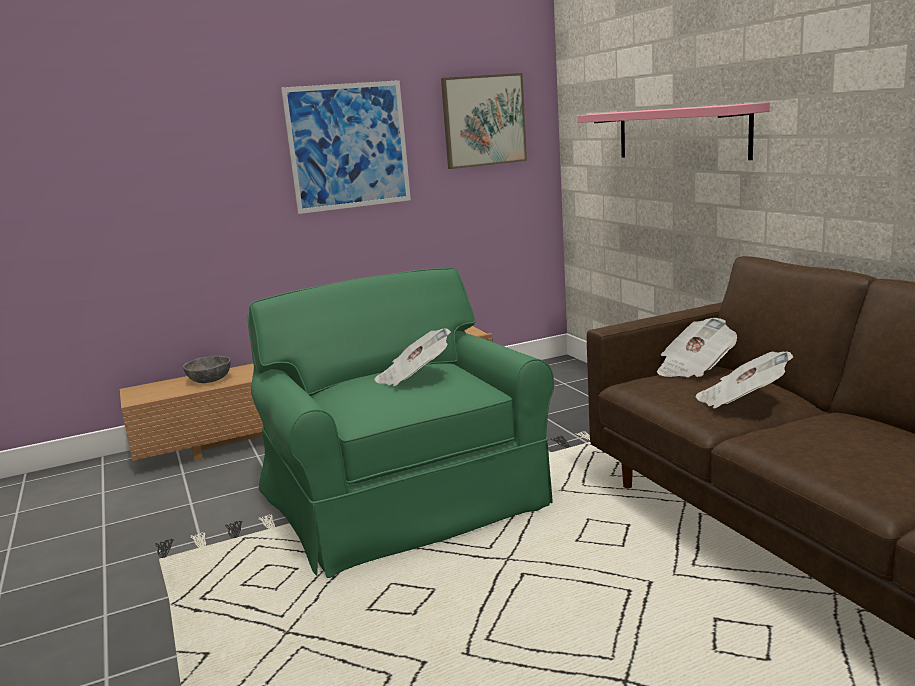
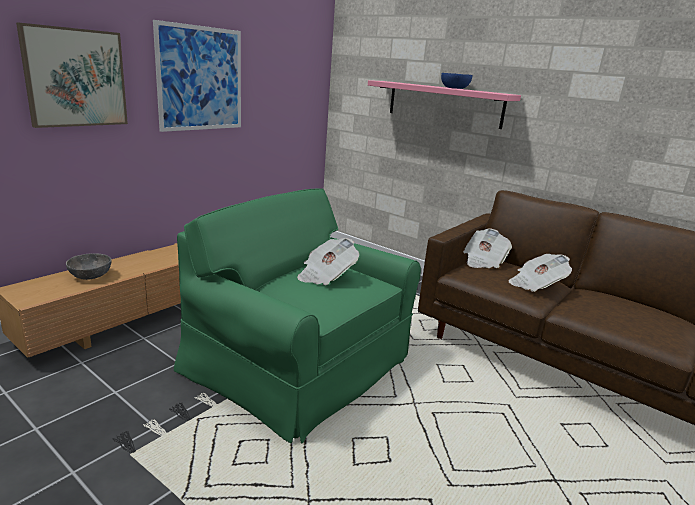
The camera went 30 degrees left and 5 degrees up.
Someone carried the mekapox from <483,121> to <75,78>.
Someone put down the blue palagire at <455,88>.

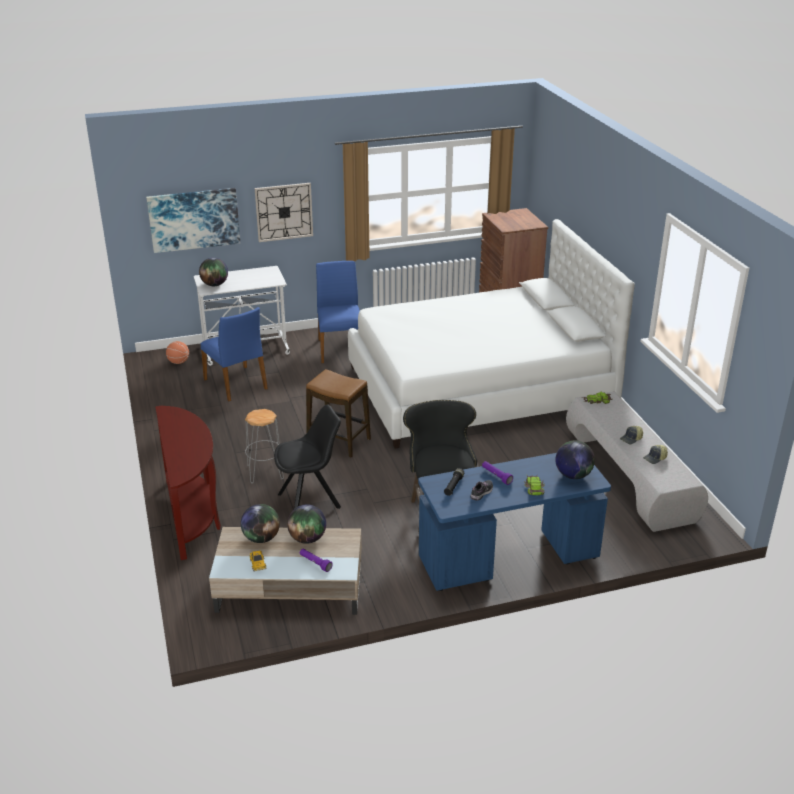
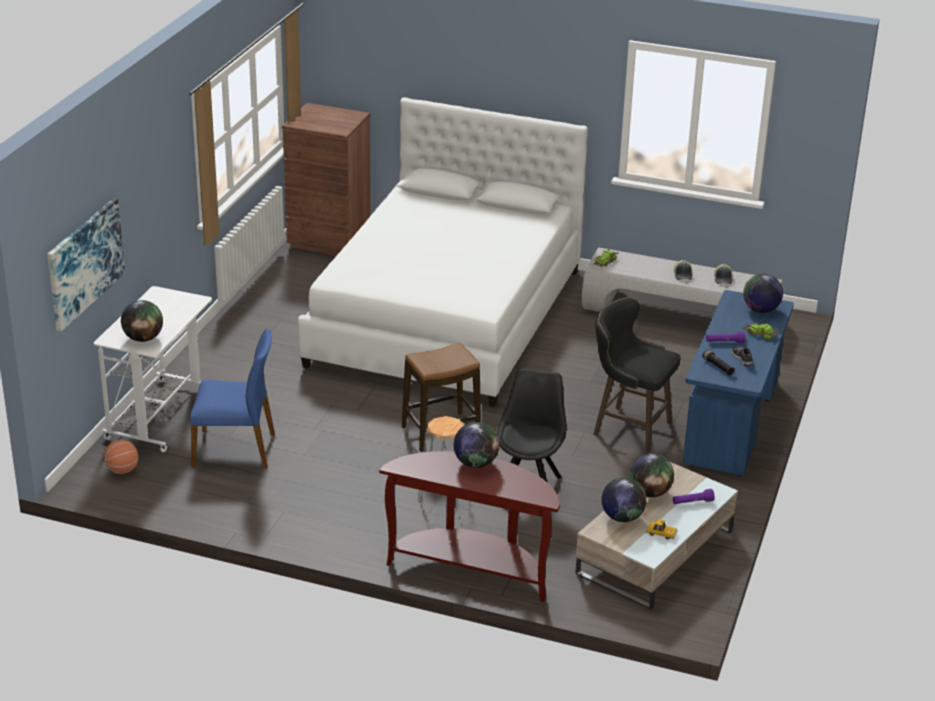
The camera went 55 degrees left and 0 degrees up.
Someone took away the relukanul at <284,212>.
Someone took away the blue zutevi at <340,349>.
Someone put down the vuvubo at <475,463>.

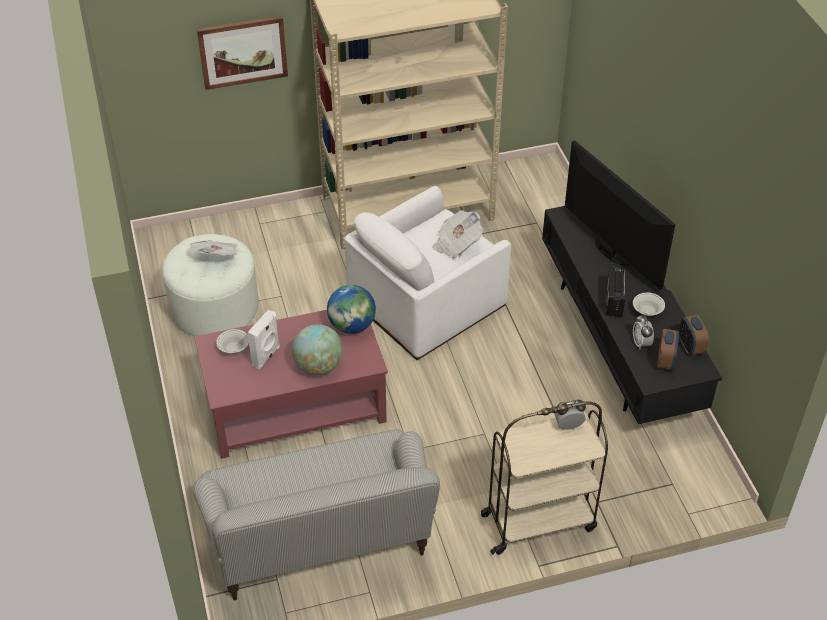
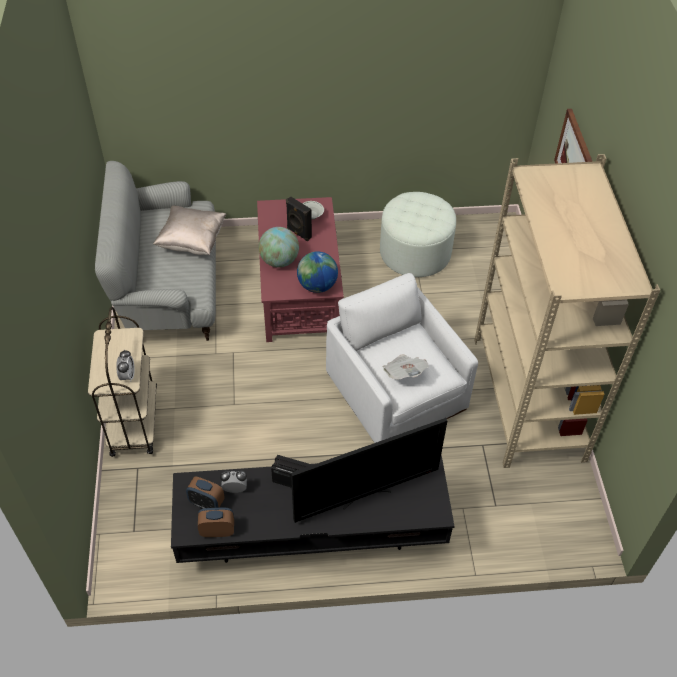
The camera went 100 degrees right and 5 degrees up.
Someone took away the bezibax at <218,257>.
Someone repainted the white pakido at <267,356>, which became the black pakido at <298,233>.
Someone took away the white palagire at <647,312>.
Someone put down the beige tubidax at <192,241>.

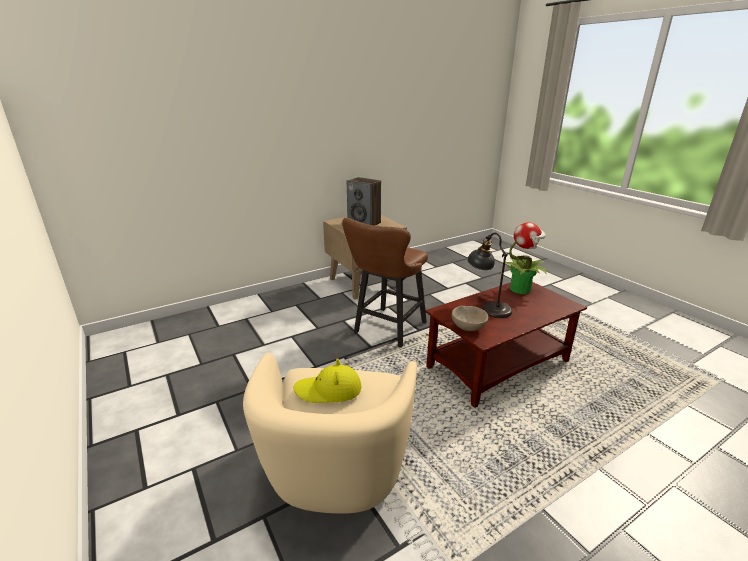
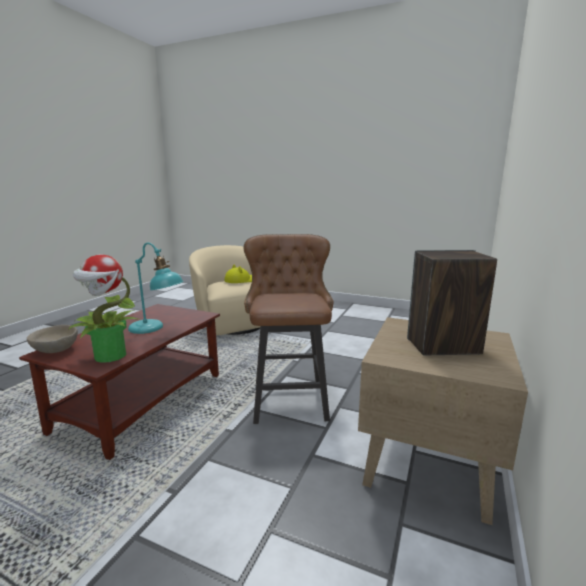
The camera went 145 degrees right and 10 degrees down.
Someone carried the beige palagire from <468,327> to <55,350>.
Someone repainted the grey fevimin at <487,305>, which became the turquoise fevimin at <157,329>.

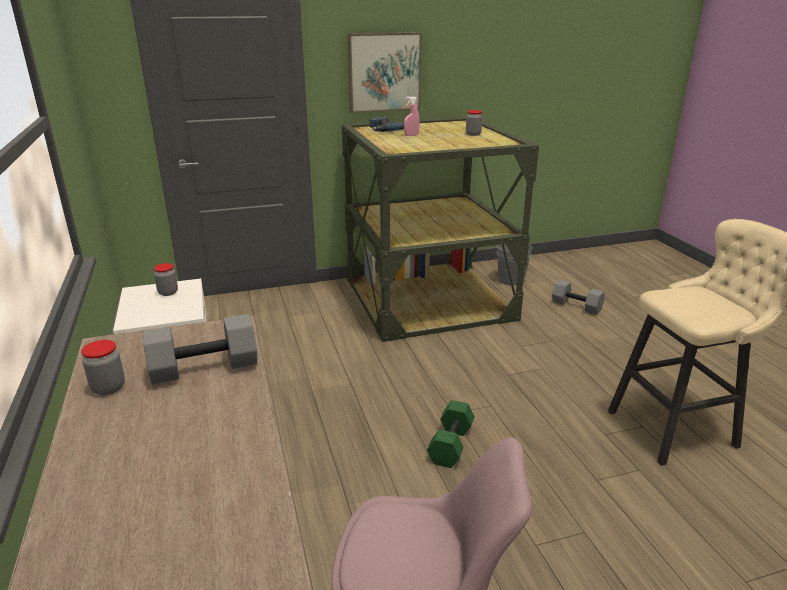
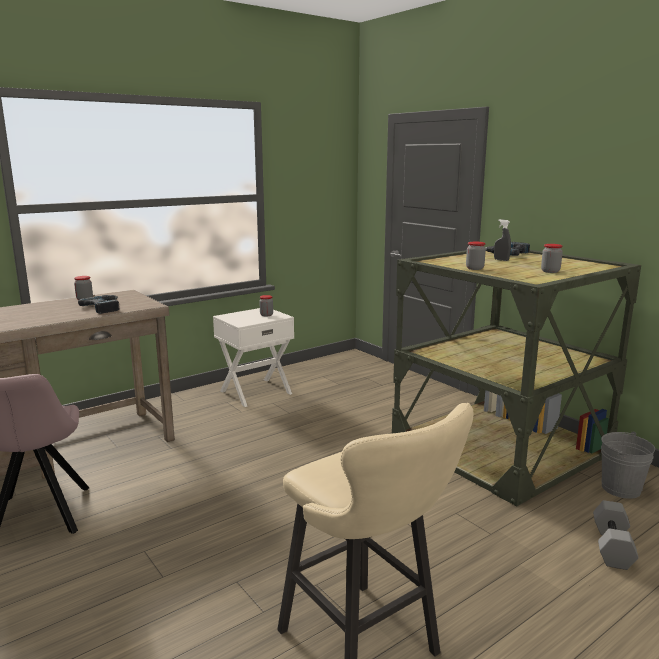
The camera went 70 degrees right and 10 degrees down.
Someone swapped the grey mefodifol at <205,366> for the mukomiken at <105,307>.
Someone took away the mekapox at <384,72>.
Someone repainted the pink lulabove at <411,135>, which became the grey lulabove at <501,260>.
Someone took away the green mefodifol at <450,444>.
Someone put down the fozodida at <474,268>.

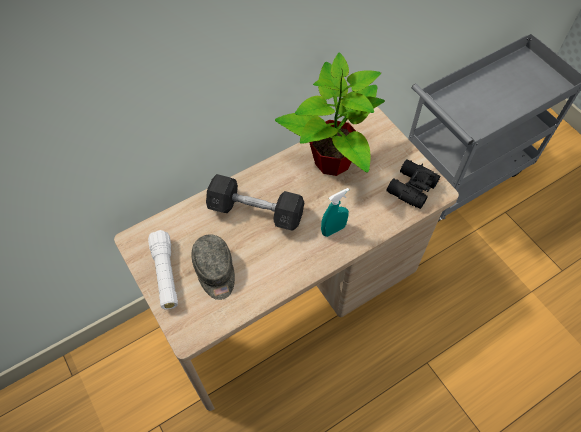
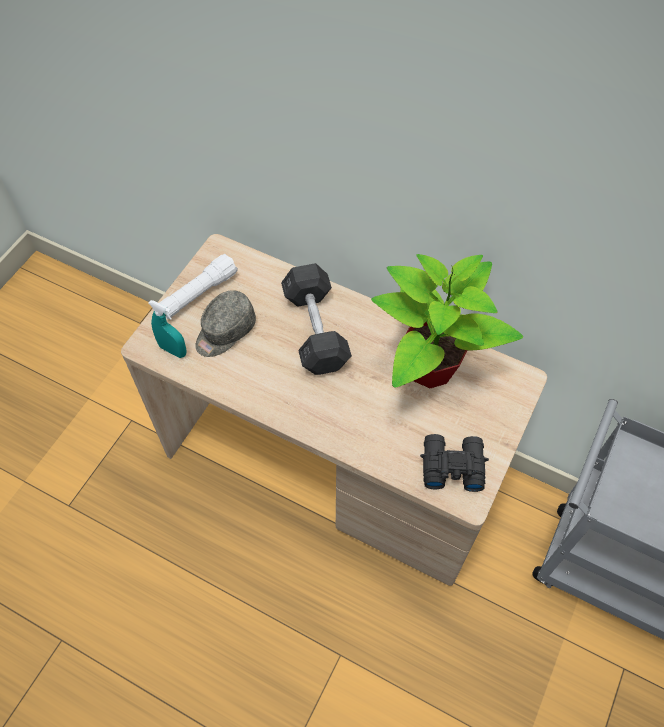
The camera went 60 degrees right and 0 degrees up.
Someone carried the turquoise lulabove from <333,229> to <173,350>.

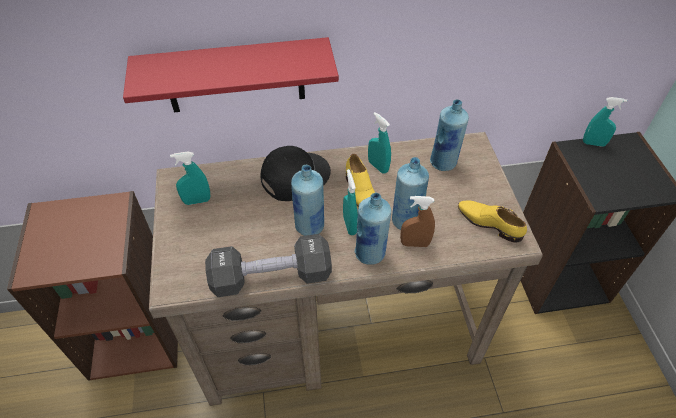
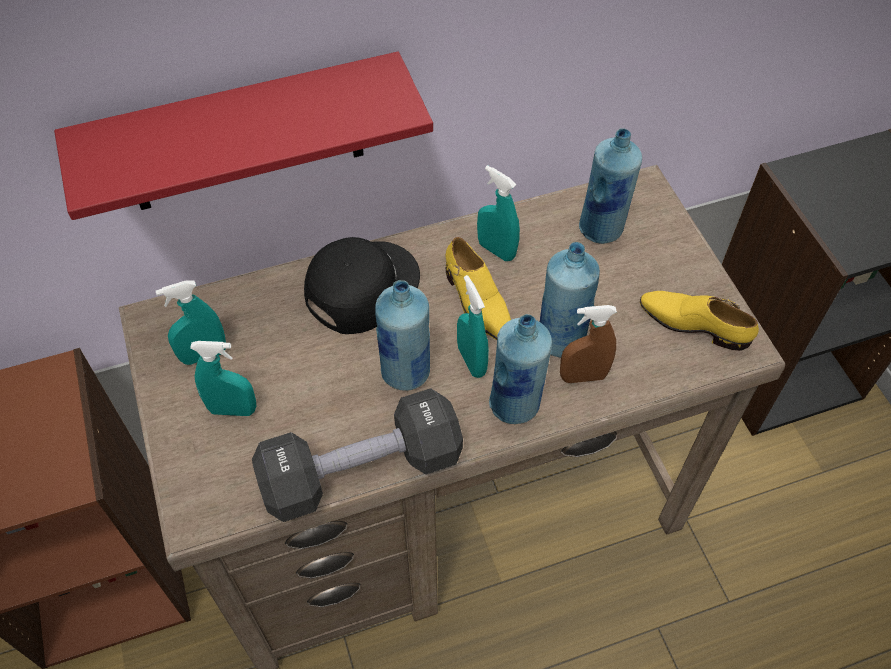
The camera went 10 degrees left and 5 degrees up.
Someone carried the turquoise lulabove from <593,143> to <233,410>.

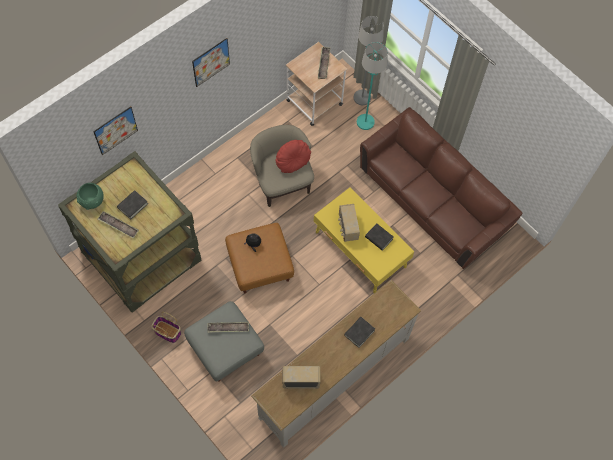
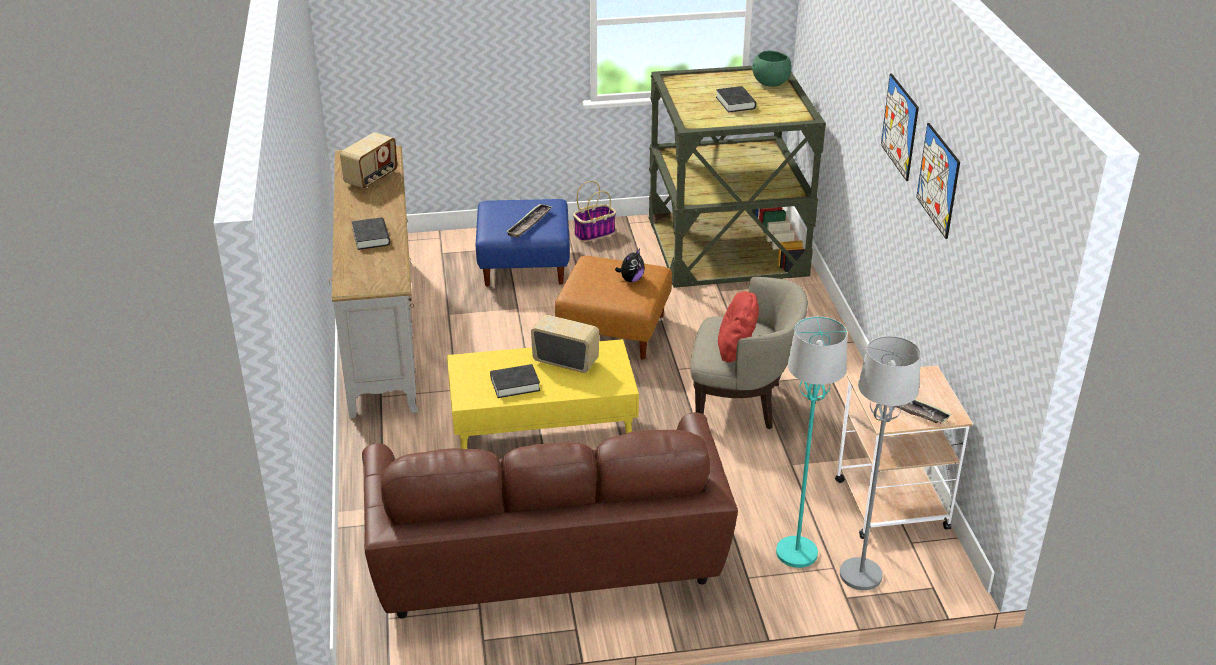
The camera went 125 degrees right and 30 degrees down.
Someone carried the mekapox from <115,130> to <938,180>.
Someone took away the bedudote at <118,226>.
Someone repainted the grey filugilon at <225,348>, which became the blue filugilon at <525,265>.

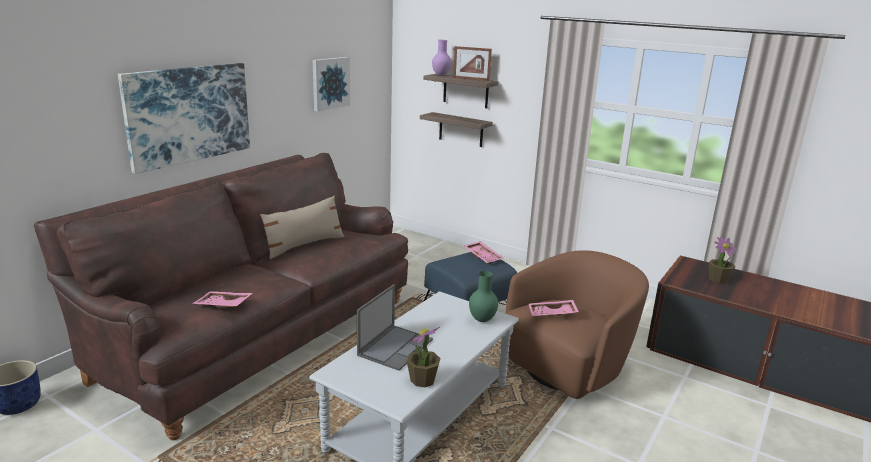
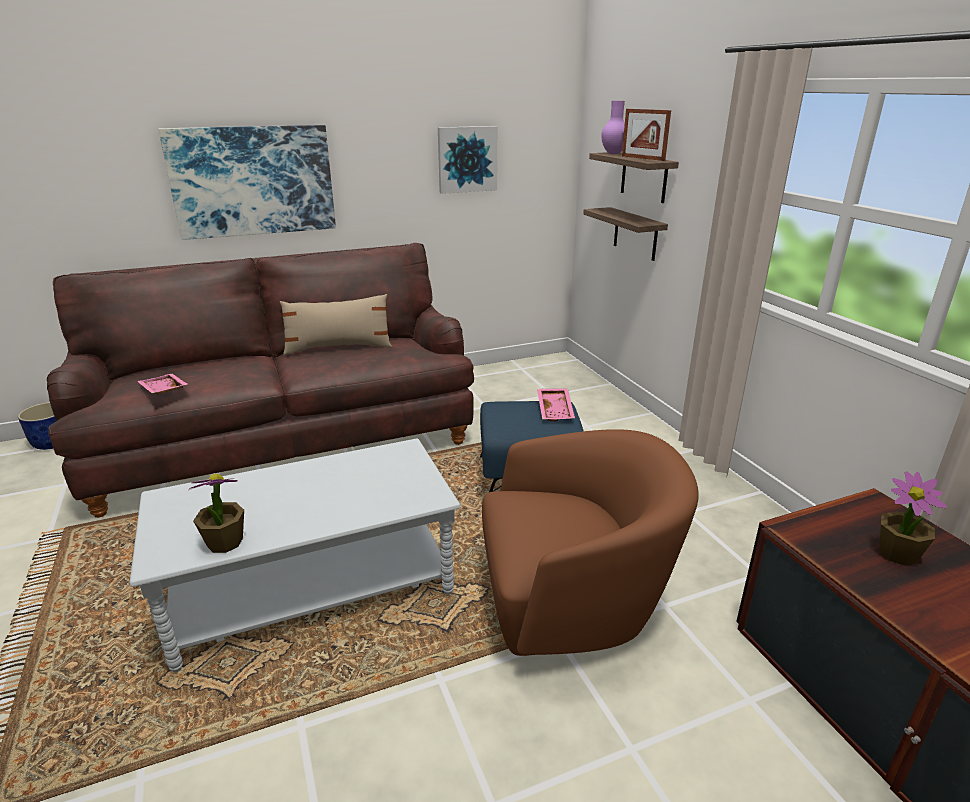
The camera went 35 degrees right and 5 degrees up.
Someone took away the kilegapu at <395,347>.
Someone took away the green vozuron at <482,319>.
Someone took away the pink bedudote at <552,314>.

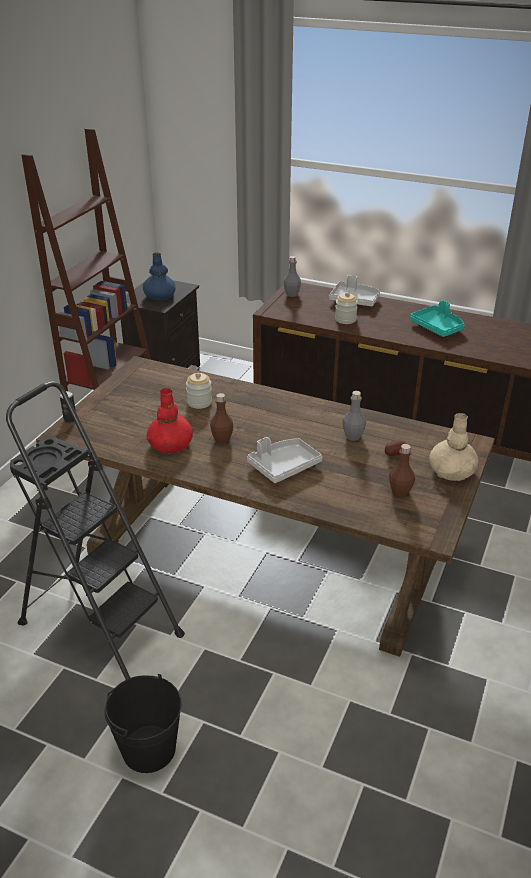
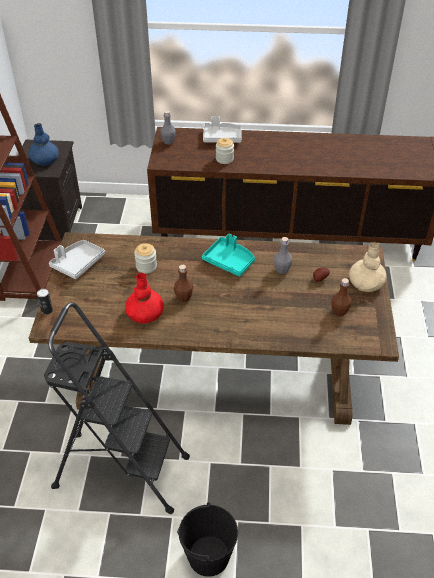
The camera went 20 degrees left and 10 degrees up.
Someone carried the grey bedudote from <283,466> to <78,263>.
Someone carried the turquoise bedudote from <437,327> to <229,261>.

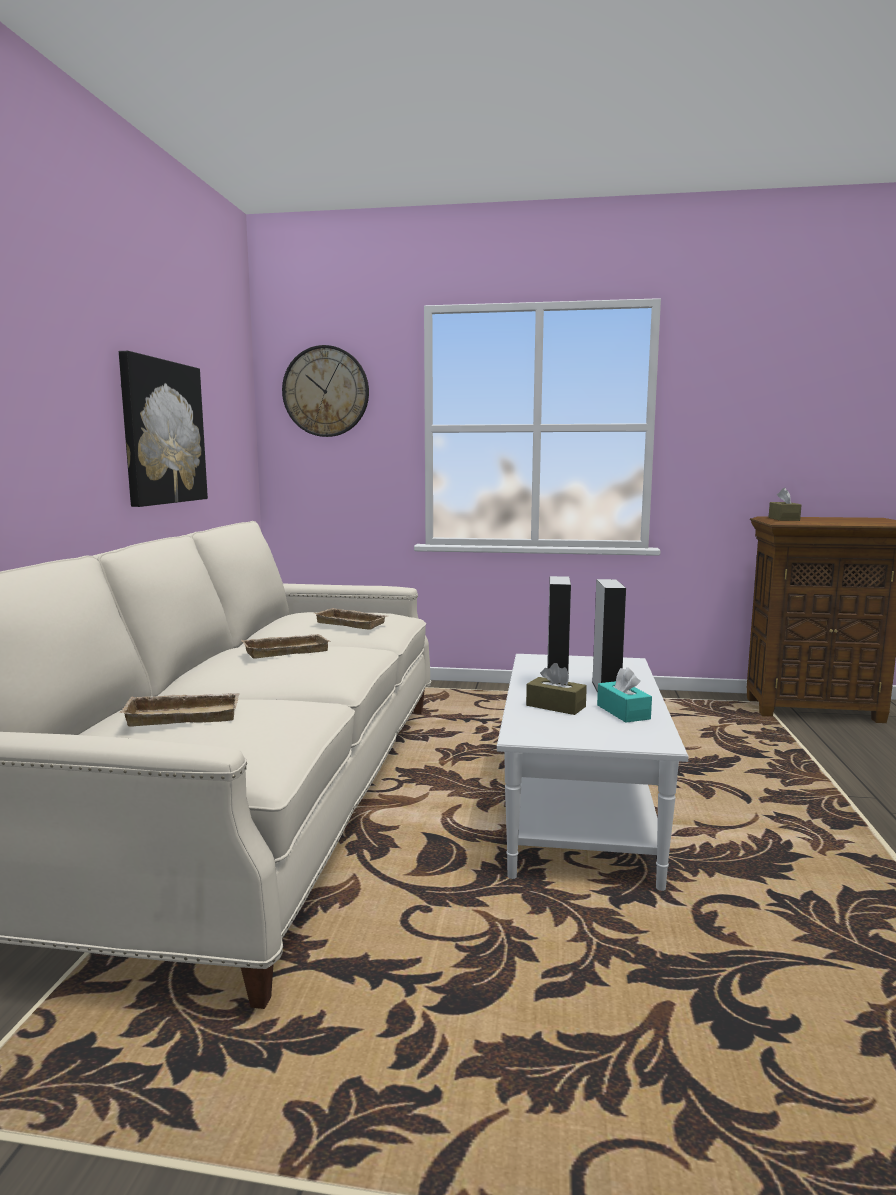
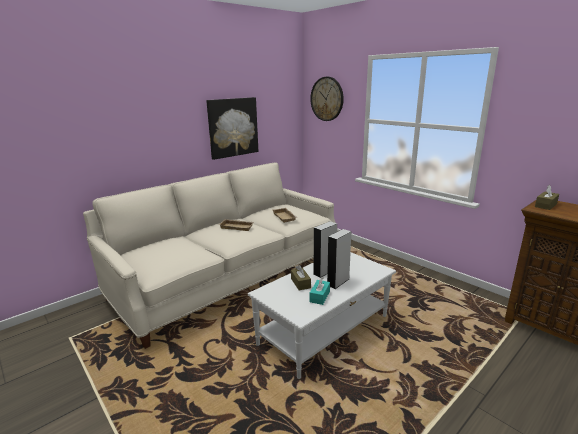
The camera went 40 degrees right and 10 degrees up.
Someone took away the beige bedudote at <185,715>.

